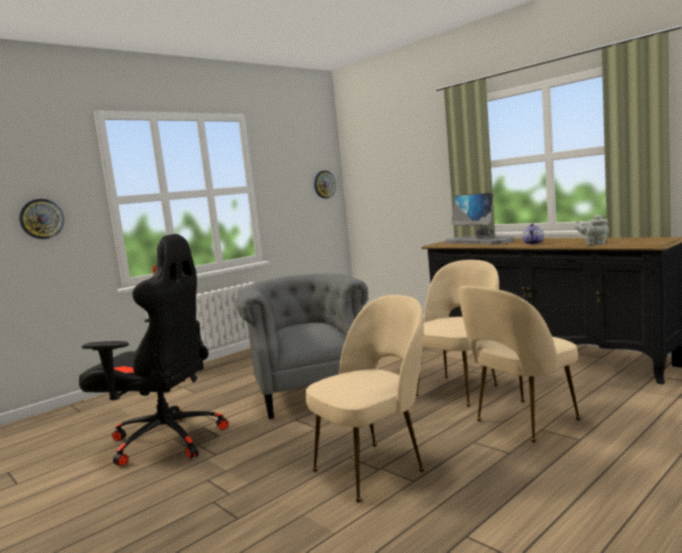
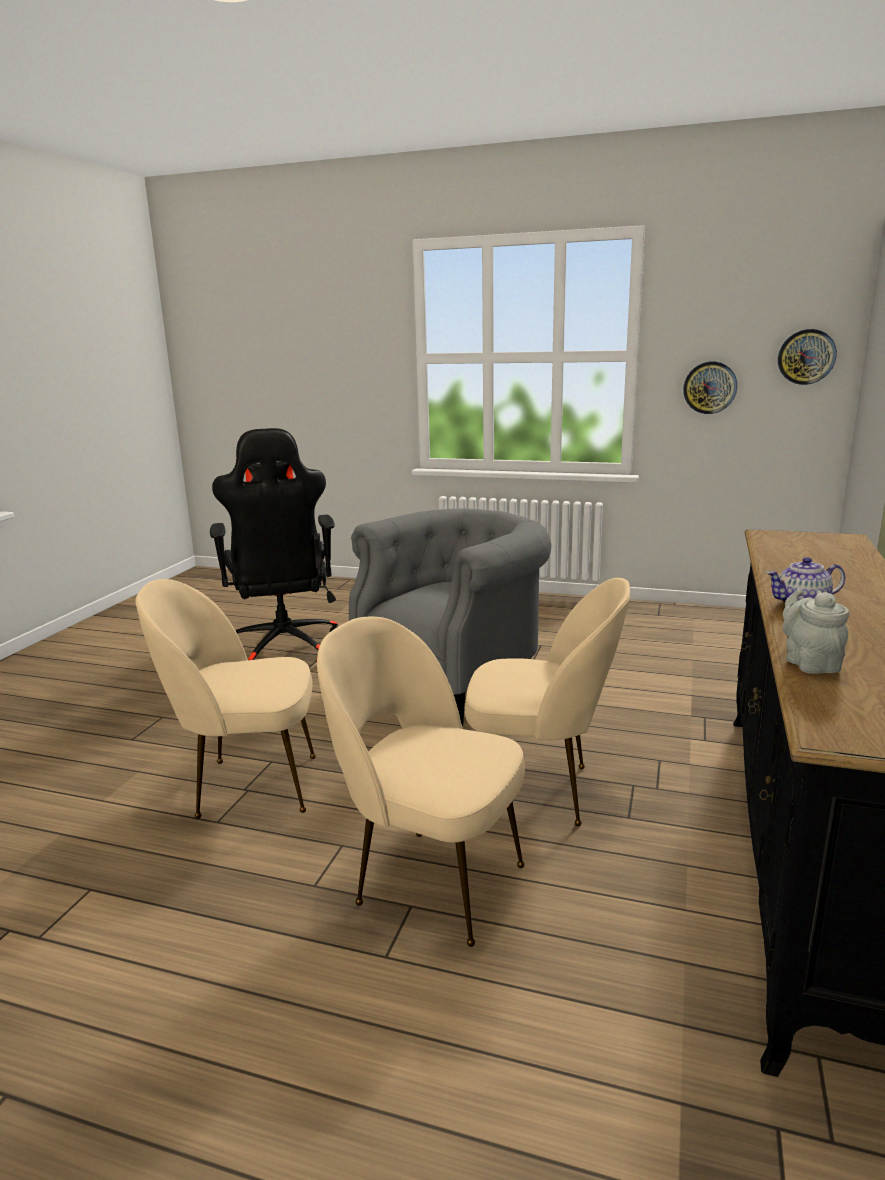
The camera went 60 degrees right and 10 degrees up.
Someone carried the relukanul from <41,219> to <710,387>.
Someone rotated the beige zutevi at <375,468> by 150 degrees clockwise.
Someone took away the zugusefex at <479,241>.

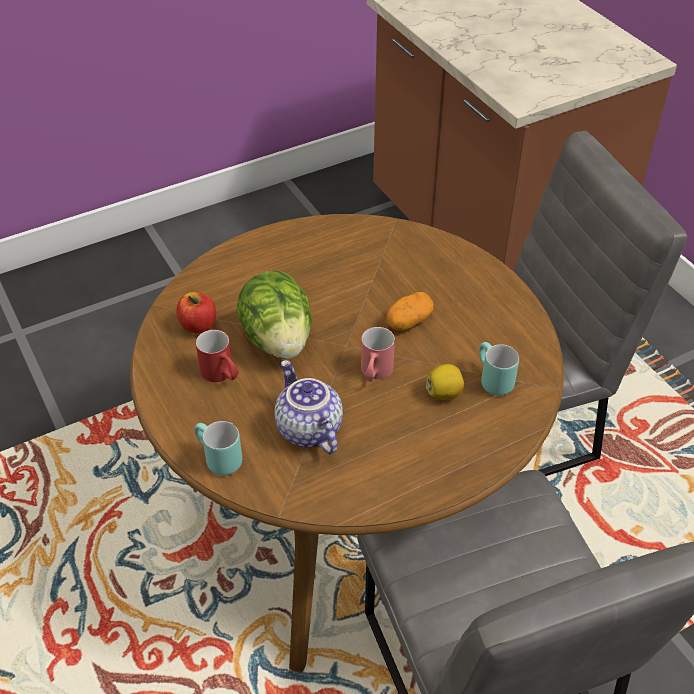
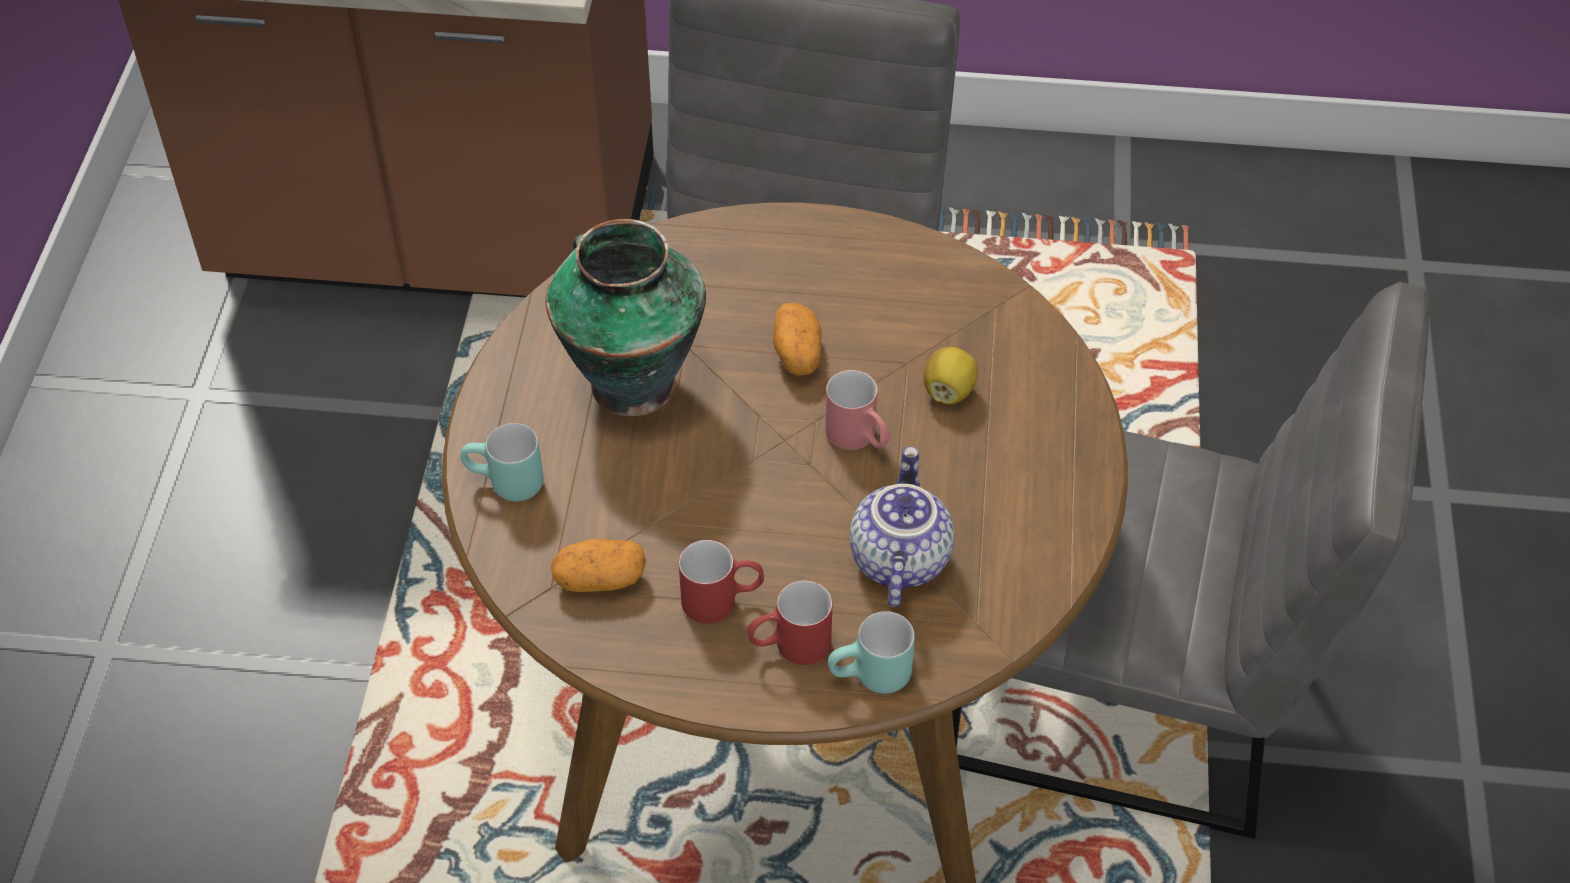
The camera went 55 degrees left and 5 degrees up.
Someone swapped the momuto at <198,325> for the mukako at <600,579>.
Someone took away the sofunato at <278,340>.
Someone rotated the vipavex at <307,430> by 90 degrees clockwise.
Someone carried the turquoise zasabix from <490,380> to <505,485>.
Someone put down the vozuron at <631,381>.
Someone put down the red zasabix at <789,646>.

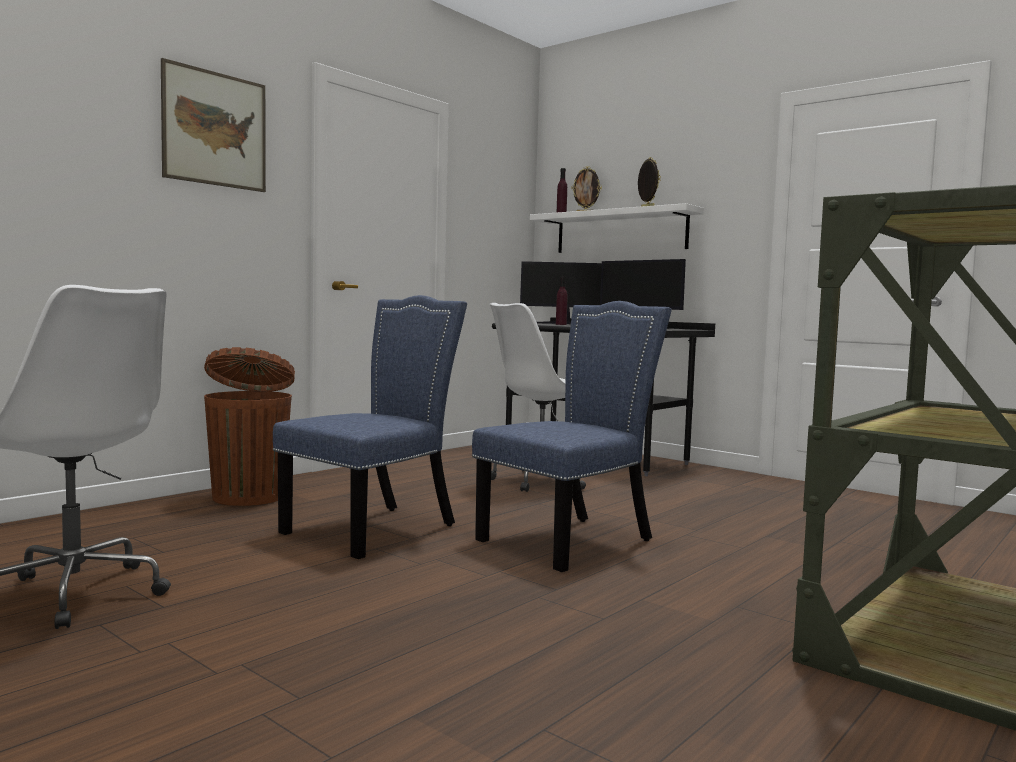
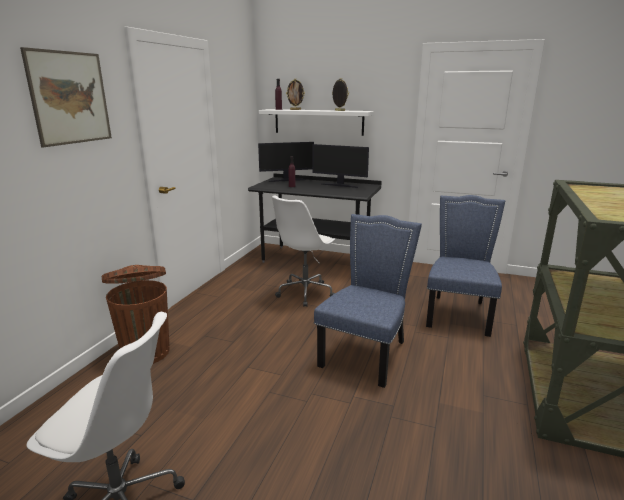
The camera went 20 degrees left and 15 degrees up.
Someone carried the blue zutevi from <370,531> to <458,315>.

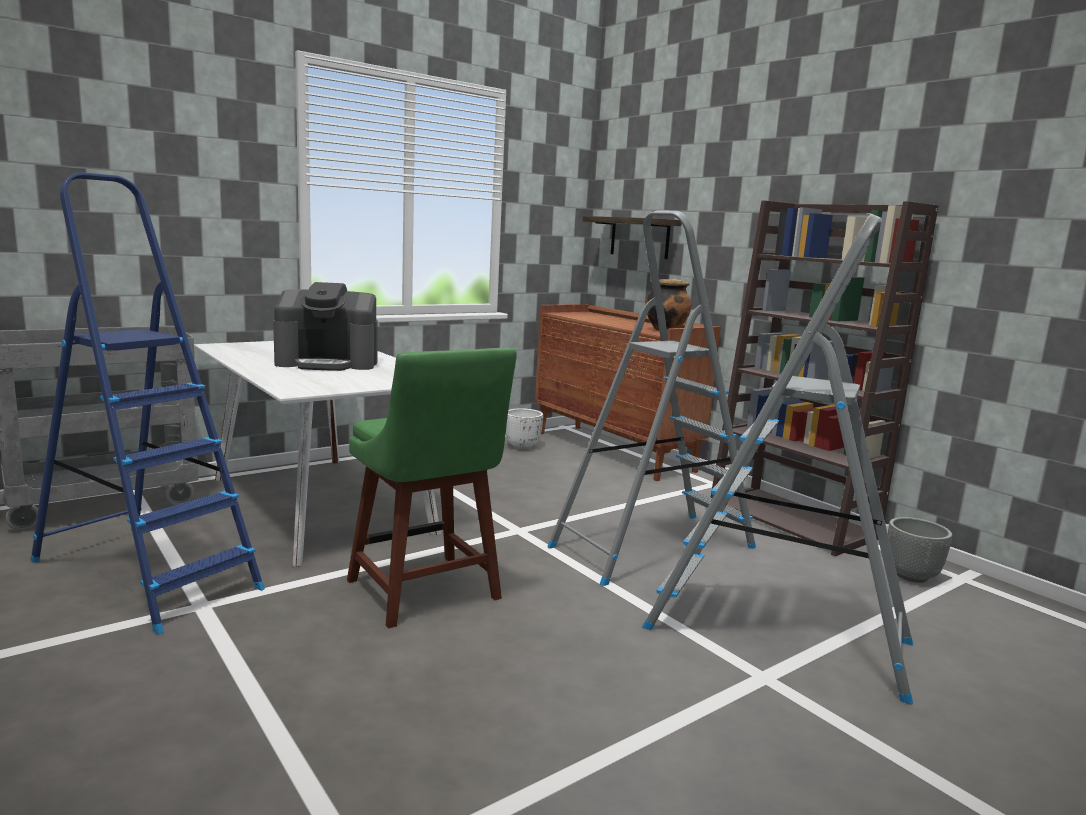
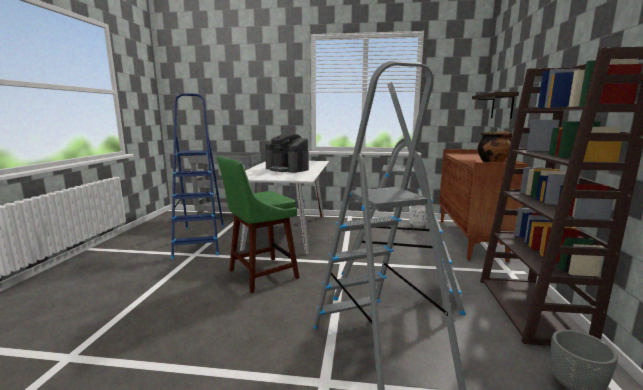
The camera went 45 degrees right and 0 degrees up.
Someone rotated the green zutevi at <426,593> by 45 degrees clockwise.

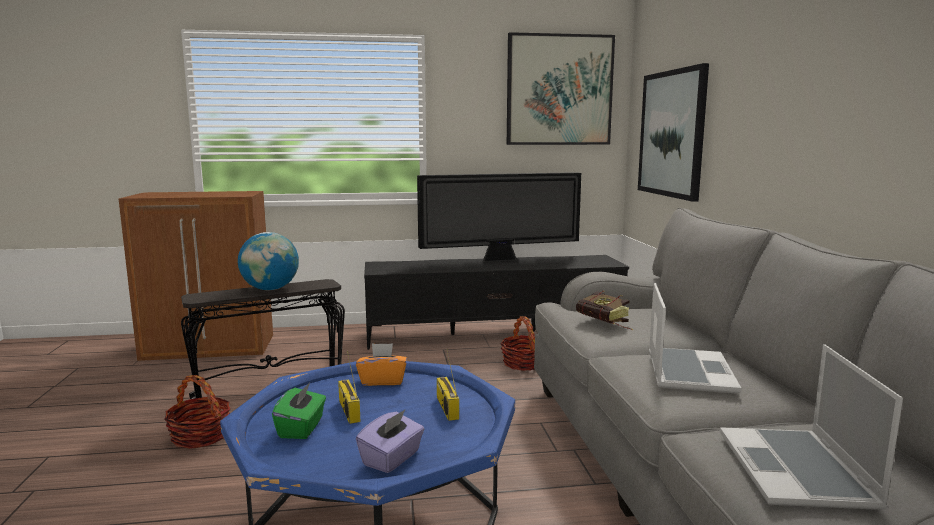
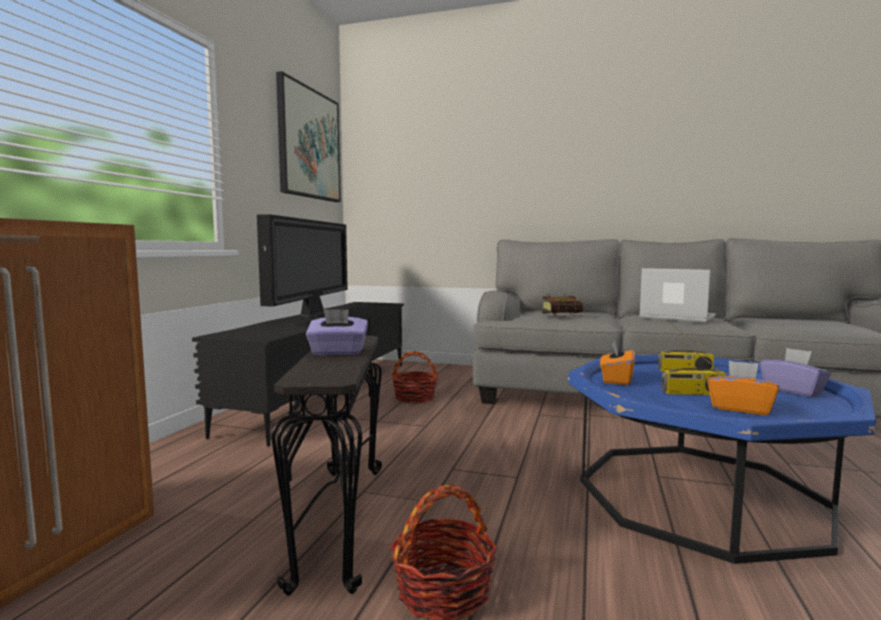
The camera went 65 degrees left and 5 degrees down.
Someone swapped the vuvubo at <270,289> for the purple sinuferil at <338,352>.
Someone repainted the green sinuferil at <301,428>, which became the orange sinuferil at <740,408>.
Someone took away the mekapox at <672,134>.
Someone took away the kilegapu at <797,471>.

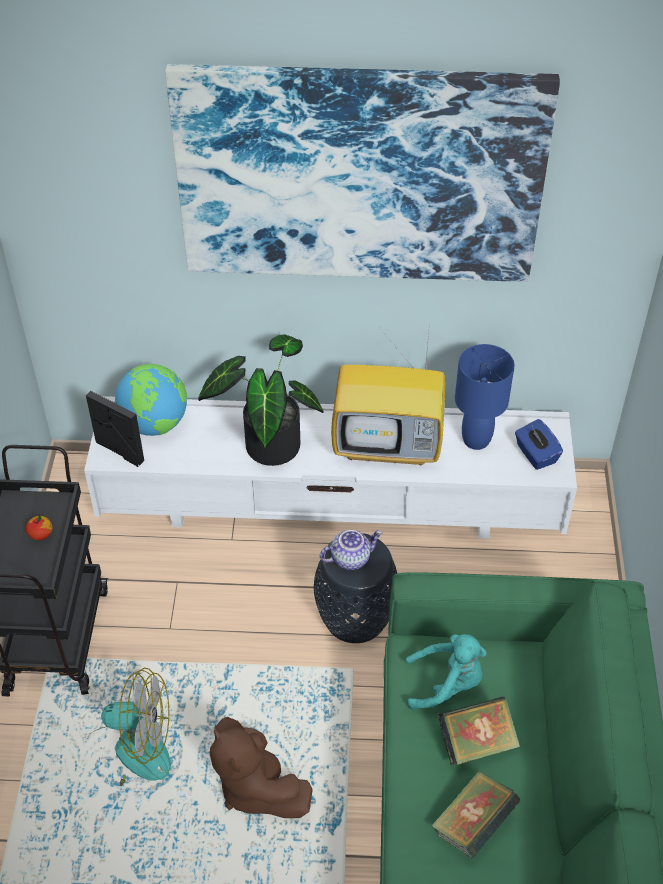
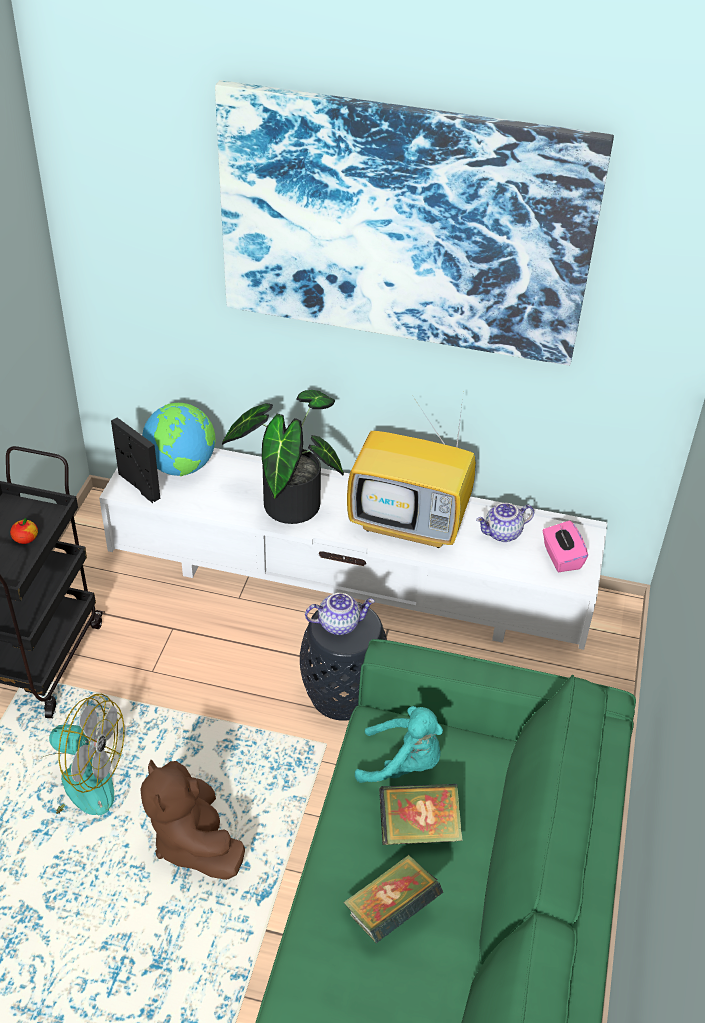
The camera went 10 degrees right and 5 degrees down.
Someone swapped the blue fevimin at <476,440> for the vipavex at <502,534>.
Someone repainted the blue sinuferil at <535,454>, which became the pink sinuferil at <561,557>.

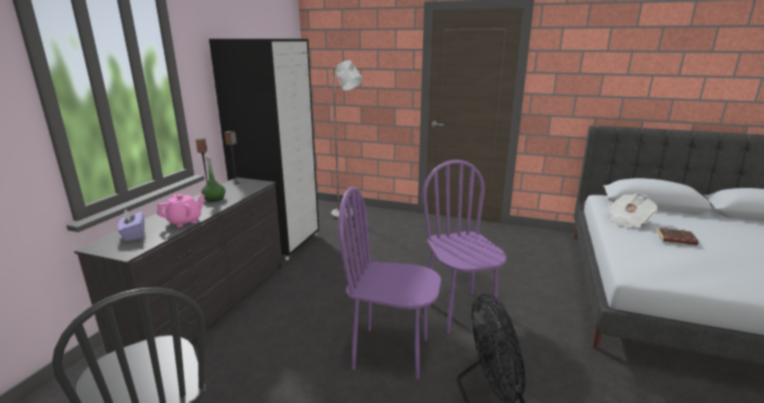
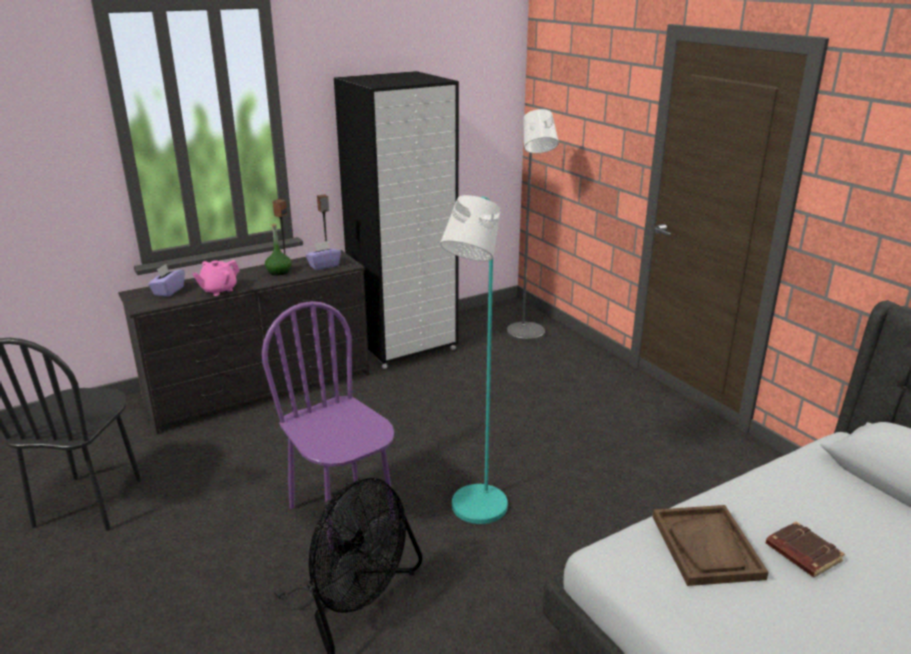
The camera went 40 degrees right and 5 degrees up.
Someone rotated the pink vipavex at <184,221> by 135 degrees clockwise.
Someone swapped the purple zutevi at <459,311> for the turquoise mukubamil at <474,512>.
Someone took away the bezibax at <628,221>.
Someone put down the purple sinuferil at <324,266>.
Someone put down the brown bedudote at <707,547>.

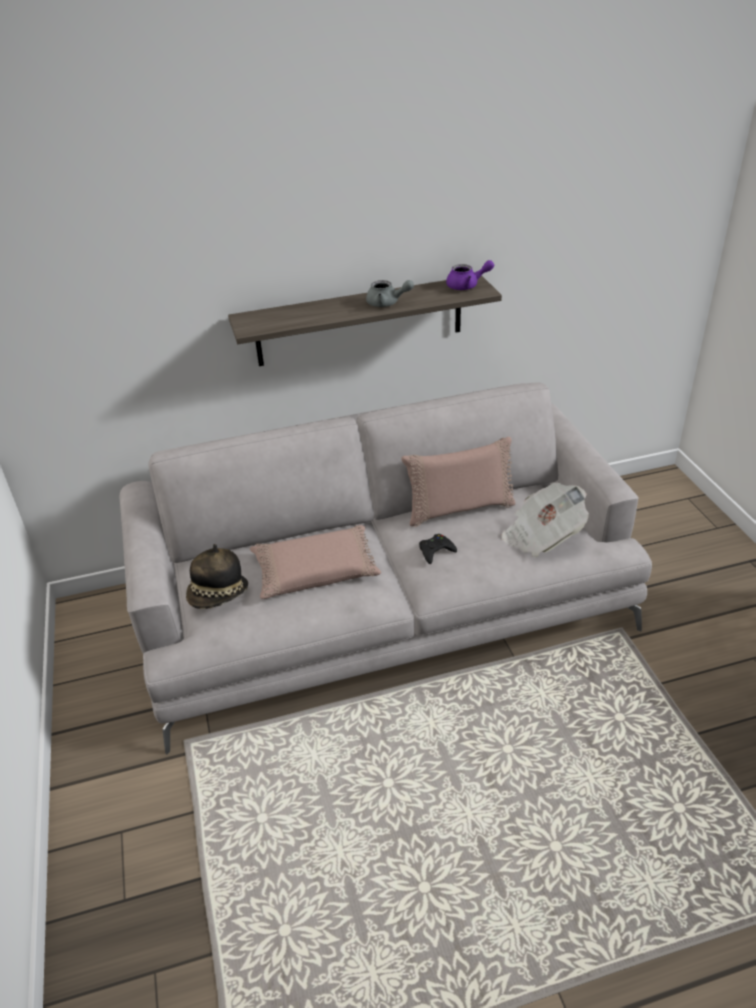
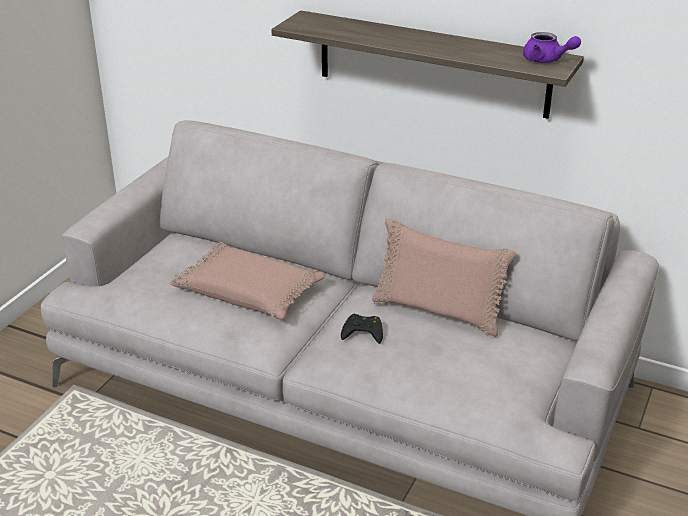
The camera went 40 degrees right and 5 degrees down.
Someone took away the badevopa at <218,595>.
Someone took away the grey vipavex at <387,303>.
Someone took away the bezibax at <542,536>.

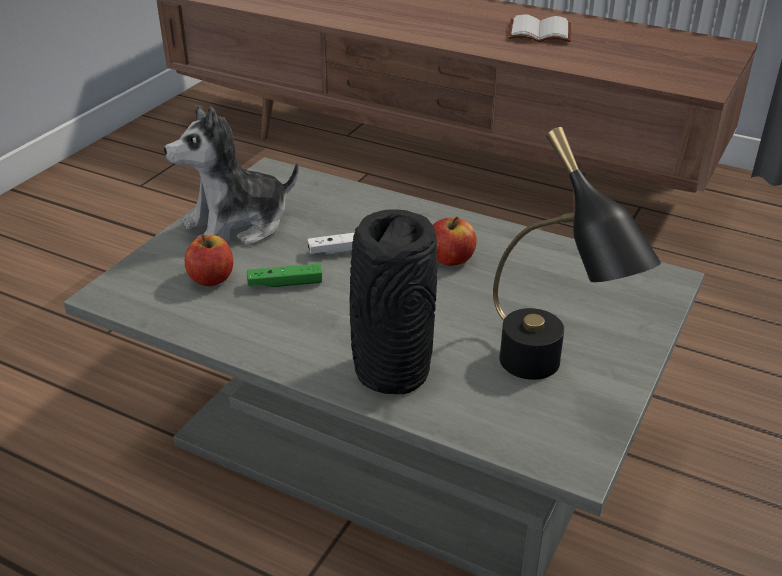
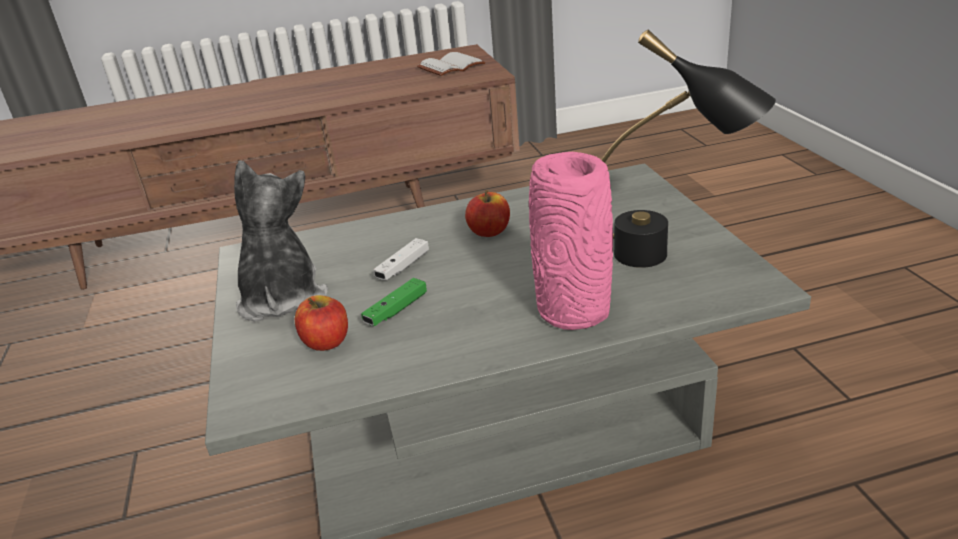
The camera went 40 degrees left and 5 degrees down.
Someone rotated the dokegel at <237,226> by 150 degrees clockwise.
Someone repainted the black vozuron at <390,372>, which became the pink vozuron at <573,312>.
Someone carried the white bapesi from <540,32> to <451,66>.

